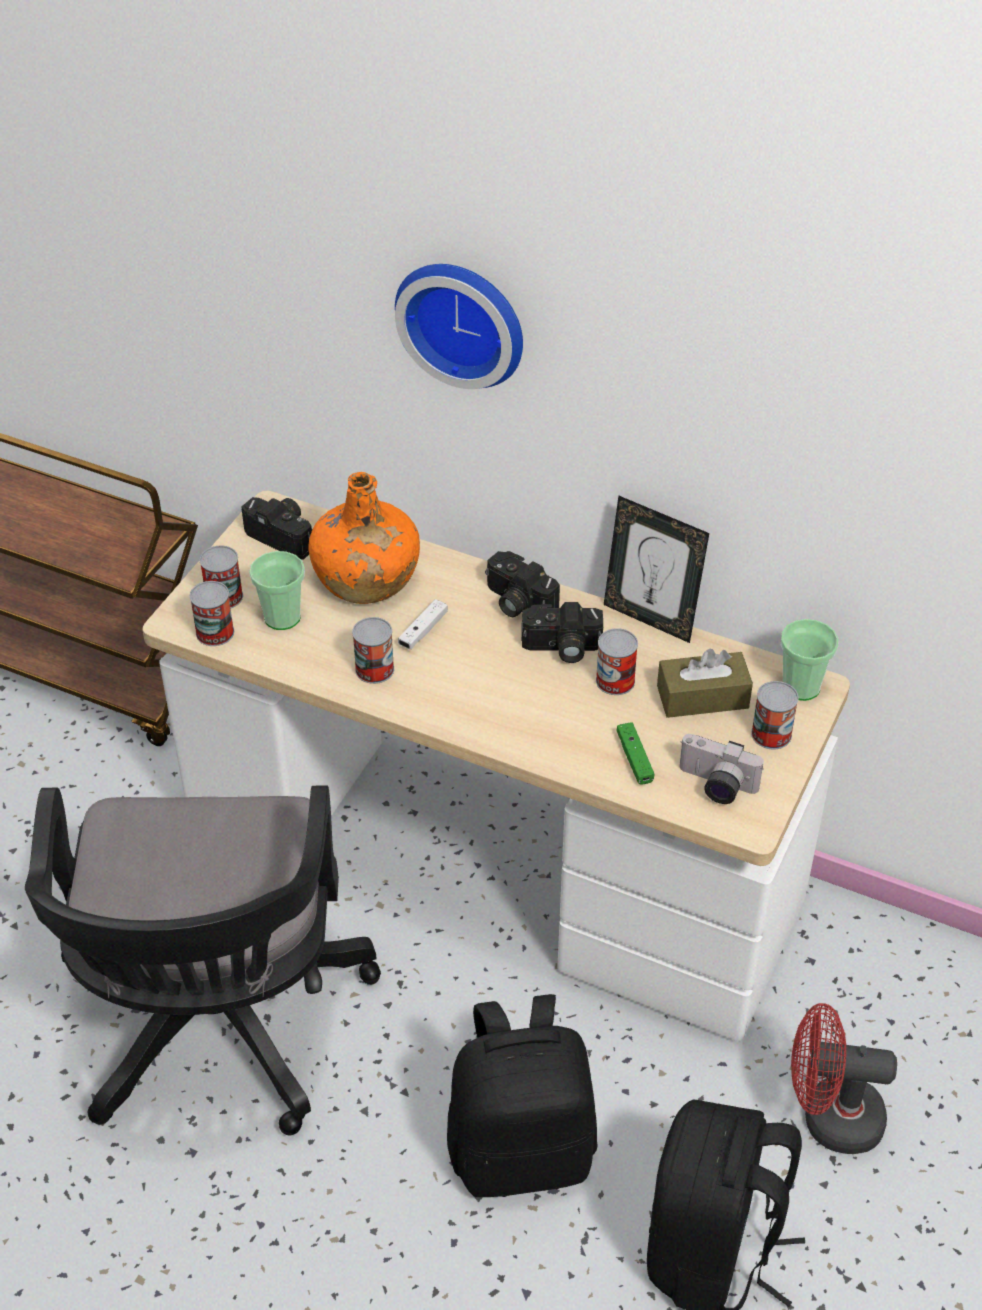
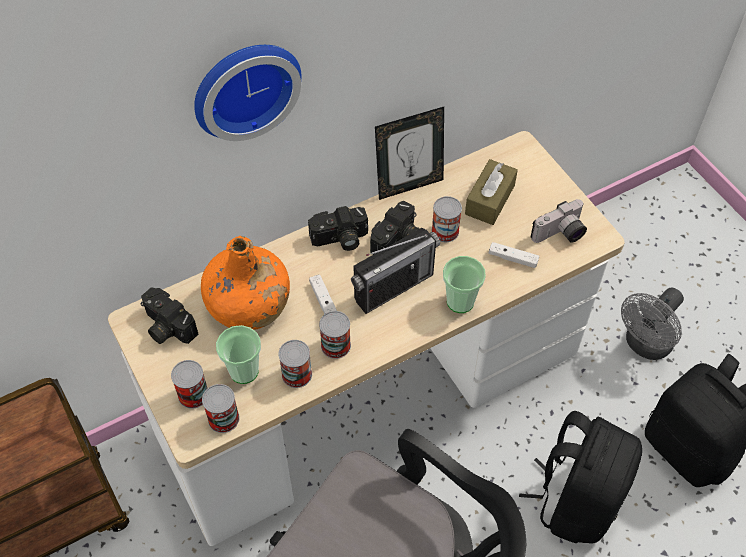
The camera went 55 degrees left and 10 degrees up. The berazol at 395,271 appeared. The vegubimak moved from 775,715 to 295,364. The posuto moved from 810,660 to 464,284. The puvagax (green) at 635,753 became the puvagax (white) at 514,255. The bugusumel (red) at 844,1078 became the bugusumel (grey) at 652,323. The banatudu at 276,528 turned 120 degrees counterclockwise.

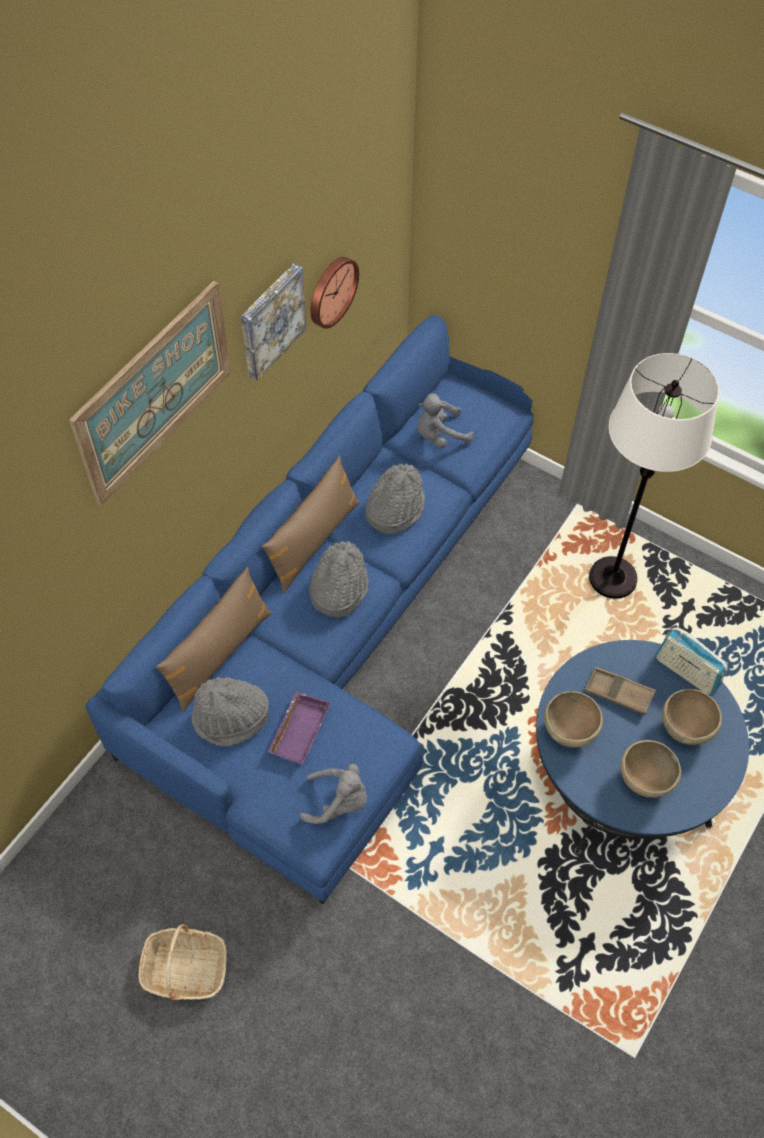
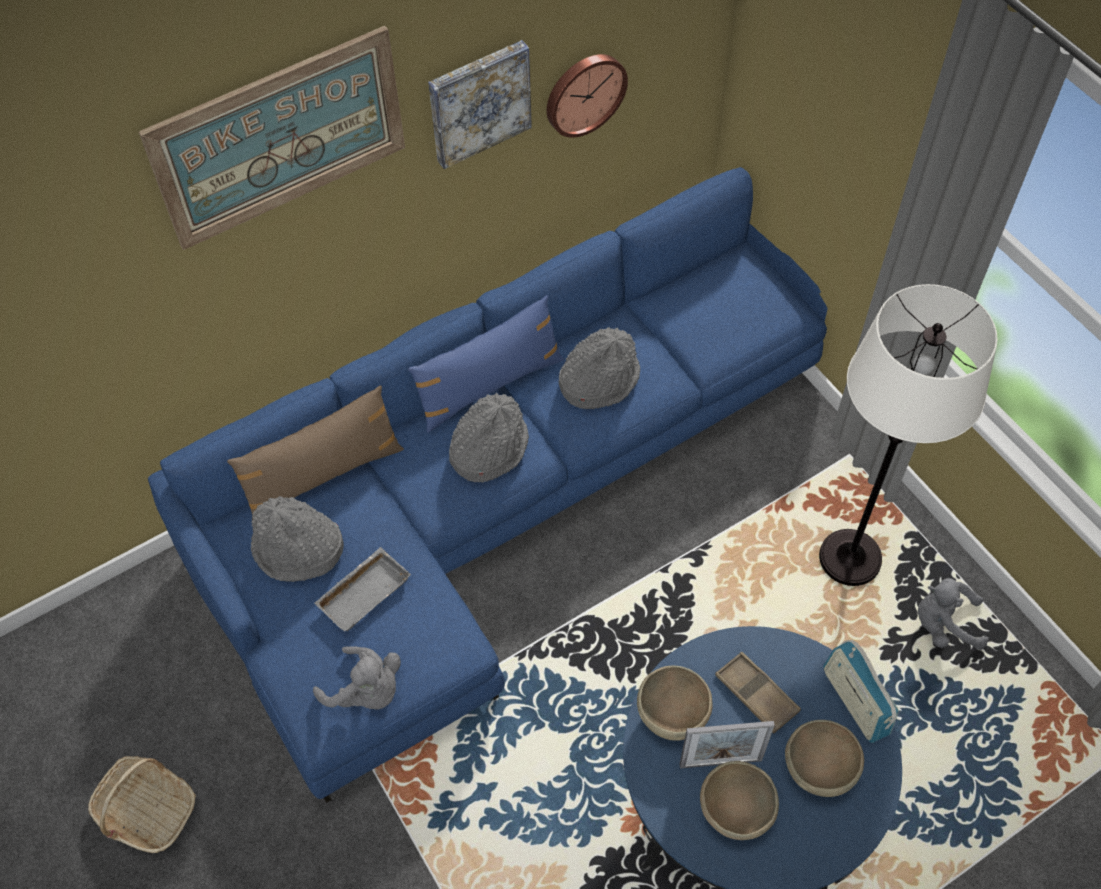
The camera went 25 degrees right and 0 degrees up. The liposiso at 727,745 appeared. The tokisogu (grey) moved from 445,421 to 953,614. The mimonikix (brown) at 311,524 became the mimonikix (blue) at 486,364. The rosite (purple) at 299,727 became the rosite (grey) at 362,589.

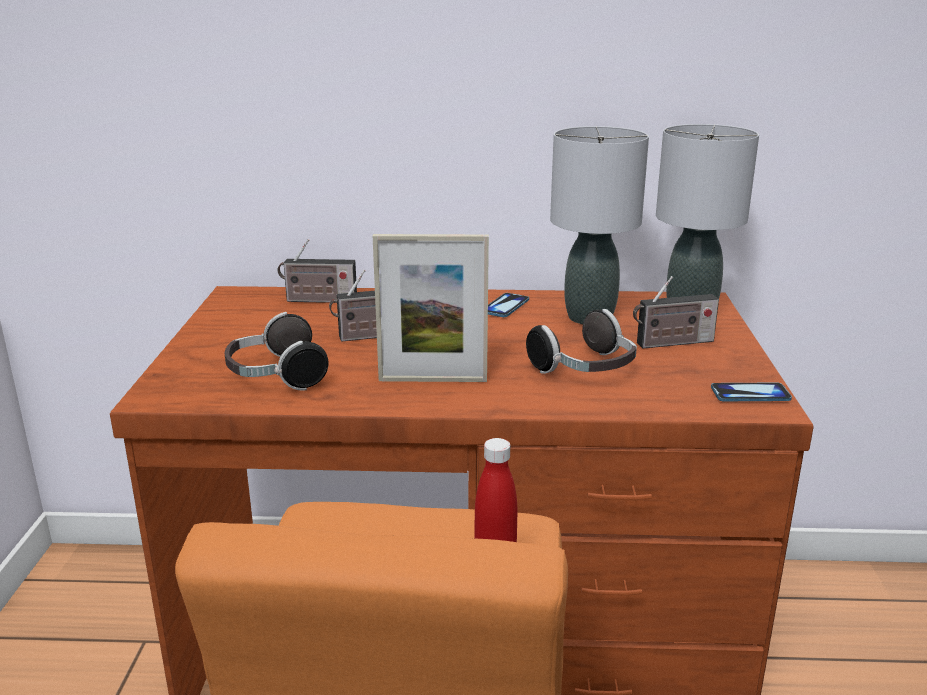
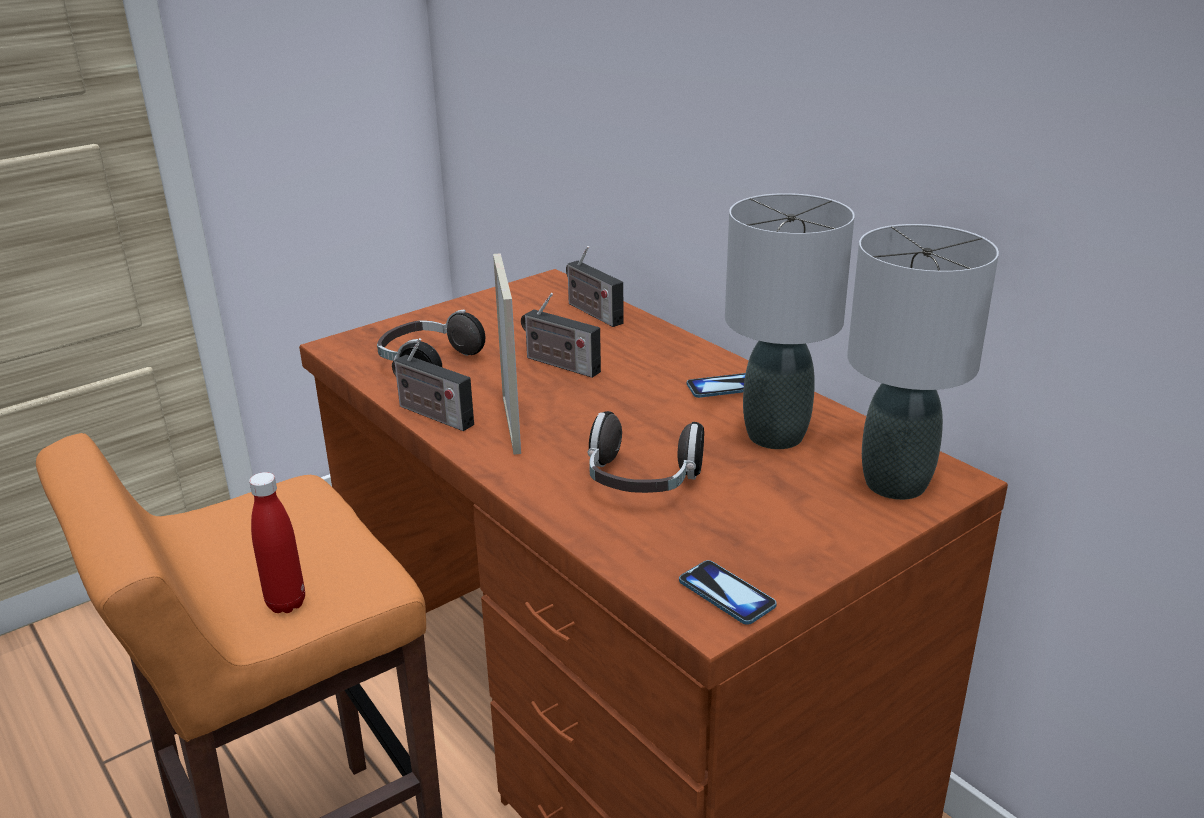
The camera went 50 degrees right and 5 degrees up. The berazol moved from 676,312 to 433,384. The liposiso at 431,308 turned 150 degrees counterclockwise.

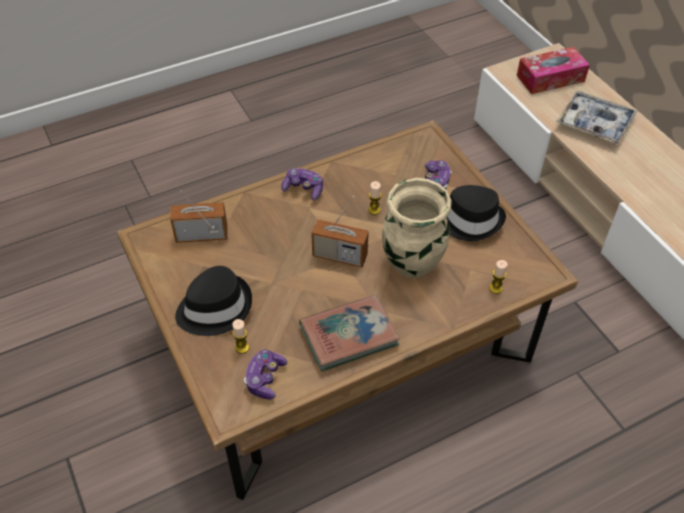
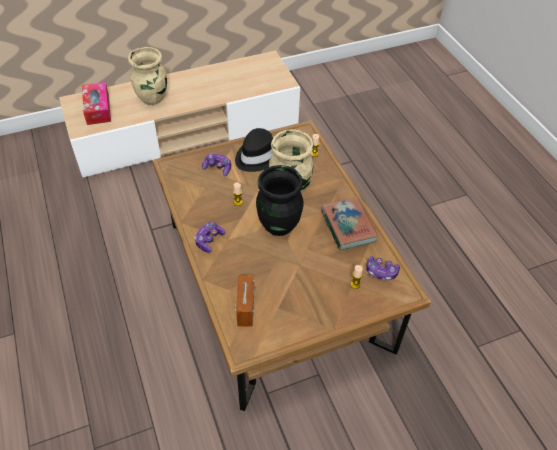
The camera went 85 degrees left and 0 degrees up. The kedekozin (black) at 213,301 disappeared. The berazol at 340,232 was replaced by the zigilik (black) at 280,200. The rosite at 596,118 was replaced by the zigilik (beige) at 147,76.

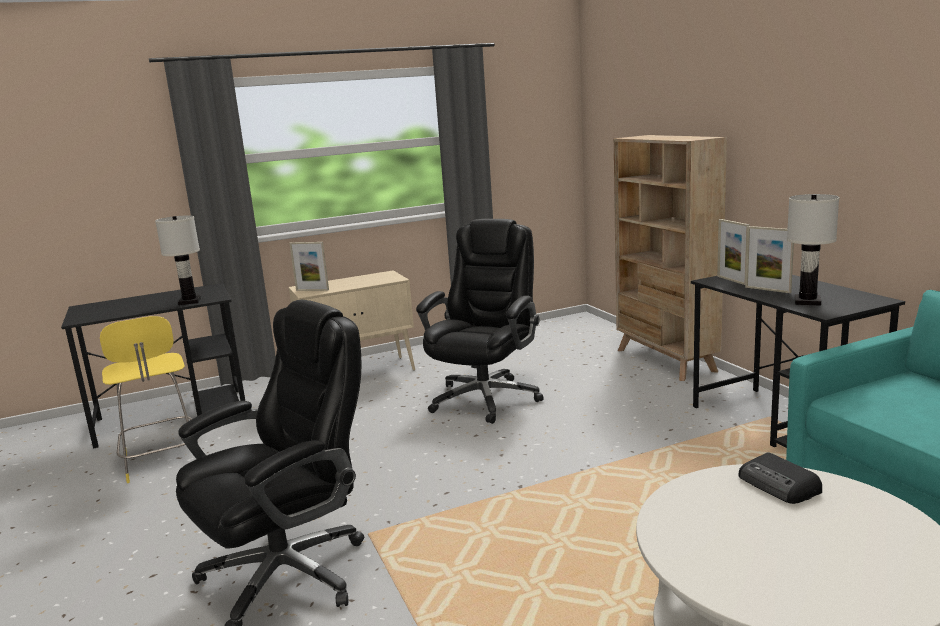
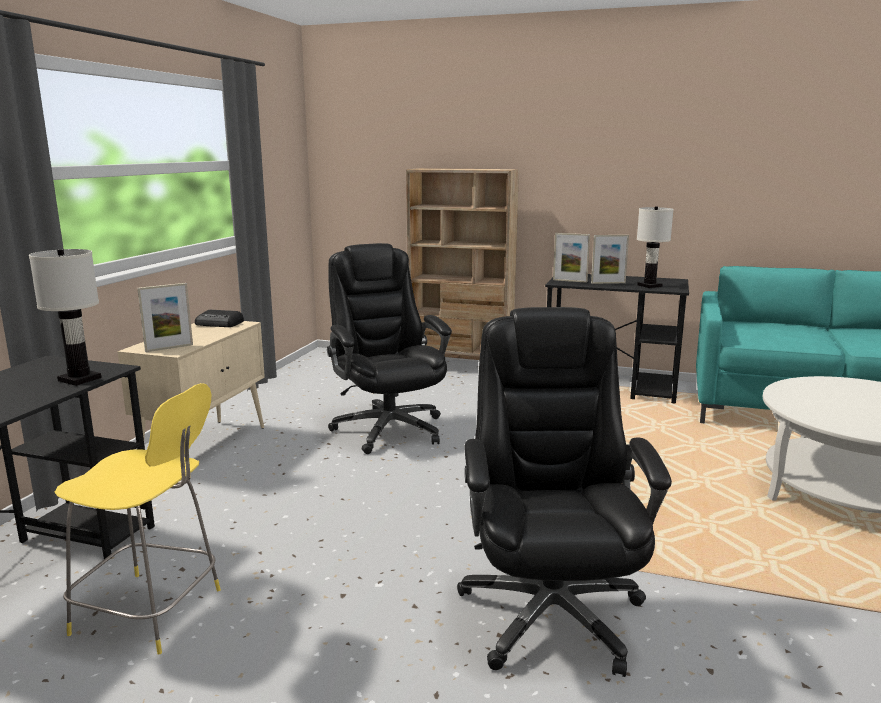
The camera went 50 degrees left and 0 degrees up. The berazol moved from 780,478 to 219,318.

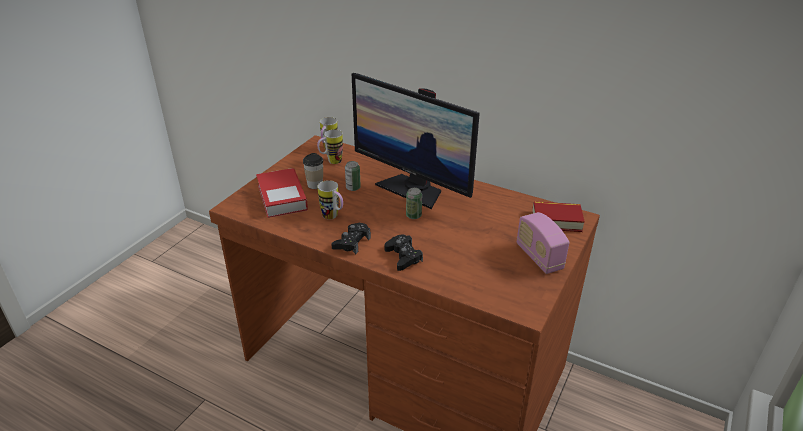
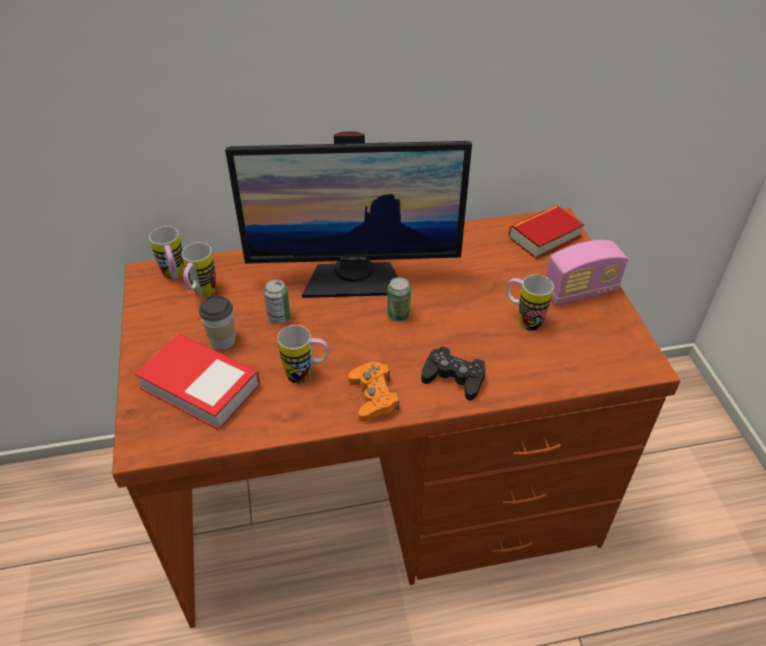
The camera went 40 degrees left and 10 degrees up. The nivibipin at 530,303 appeared. The puvagax (black) at 351,238 became the puvagax (orange) at 373,392. The berazol at 543,243 turned 45 degrees counterclockwise.

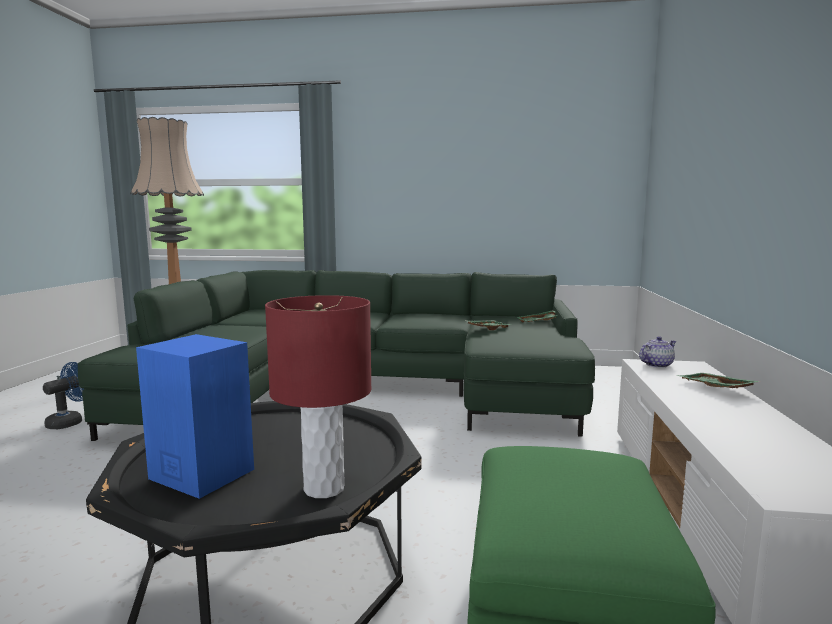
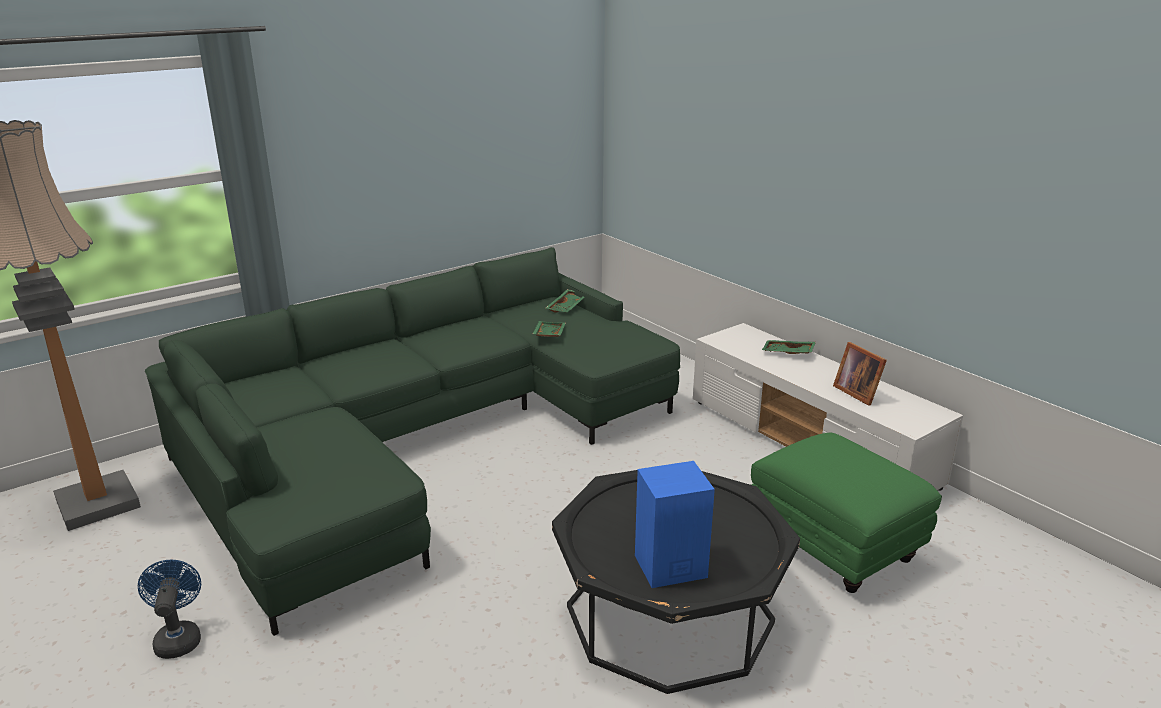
The camera went 45 degrees left and 15 degrees up. The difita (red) at 318,396 disappeared. The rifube at 658,352 disappeared. The liposiso at 860,373 appeared.

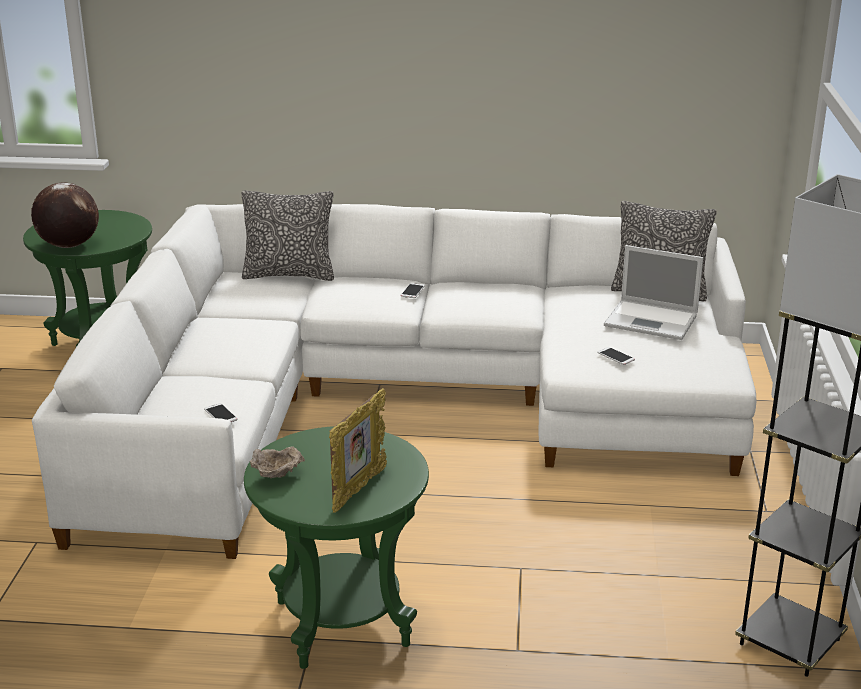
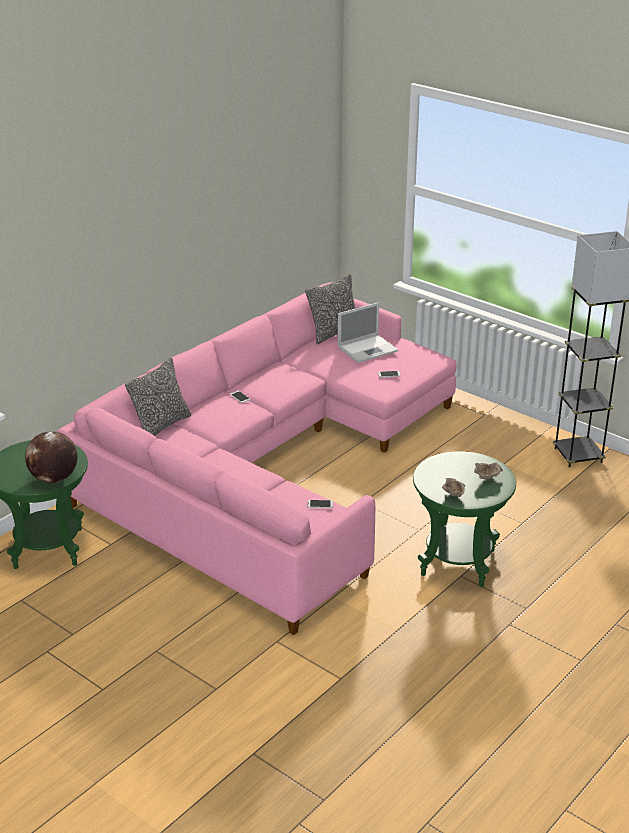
The camera went 55 degrees left and 5 degrees up. The liposiso at 358,450 was replaced by the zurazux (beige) at 488,471. The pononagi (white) at 394,381 became the pononagi (pink) at 256,458.

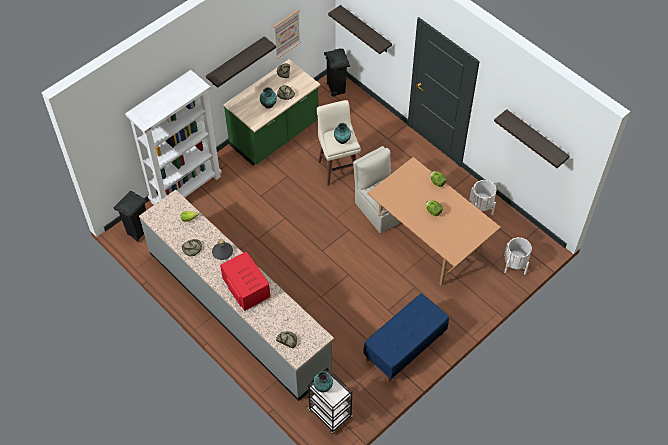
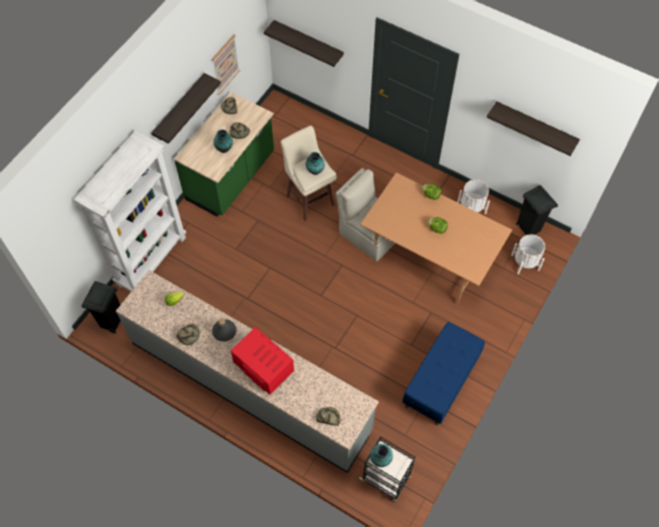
The camera went 15 degrees left and 5 degrees up. The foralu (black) moved from 337,72 to 537,210.

